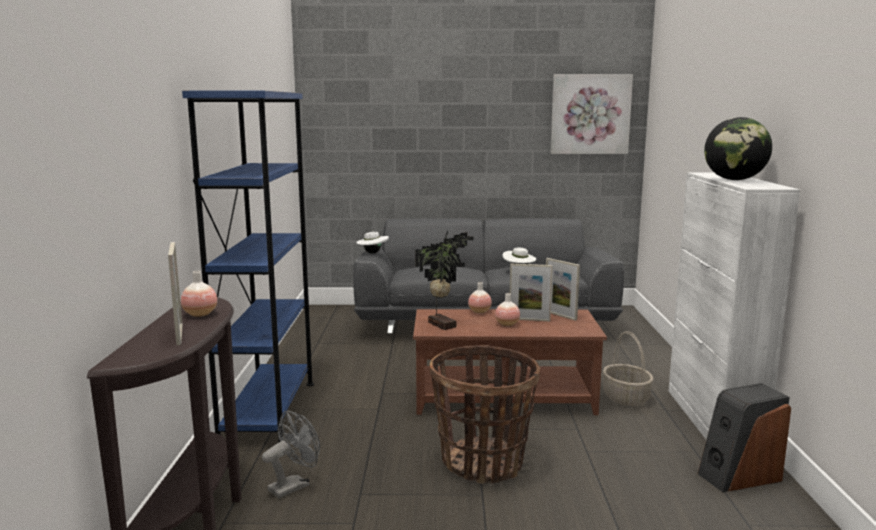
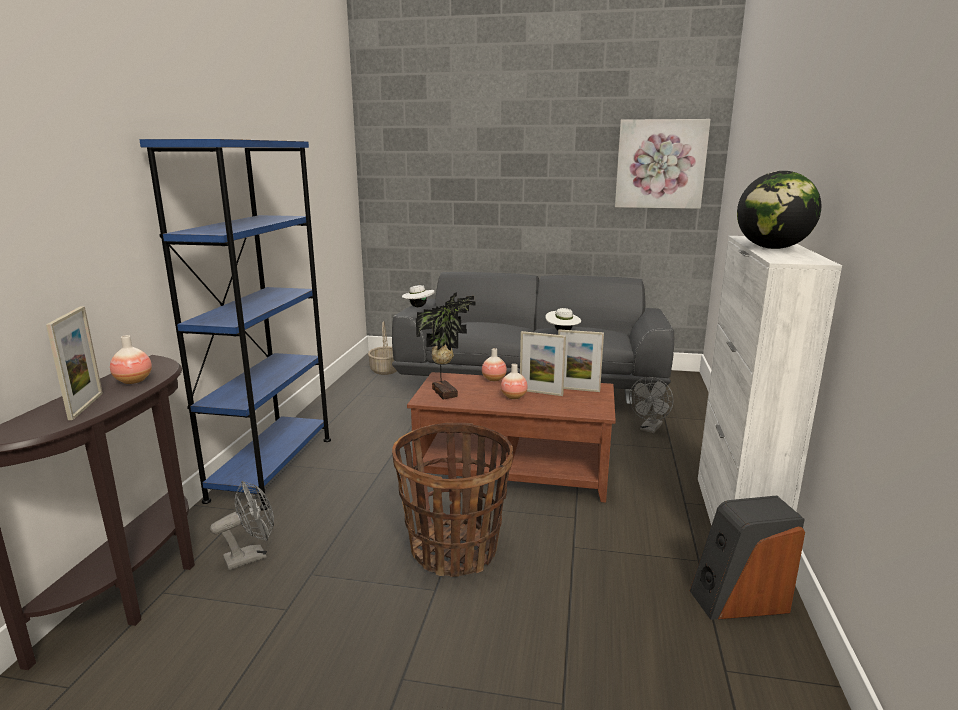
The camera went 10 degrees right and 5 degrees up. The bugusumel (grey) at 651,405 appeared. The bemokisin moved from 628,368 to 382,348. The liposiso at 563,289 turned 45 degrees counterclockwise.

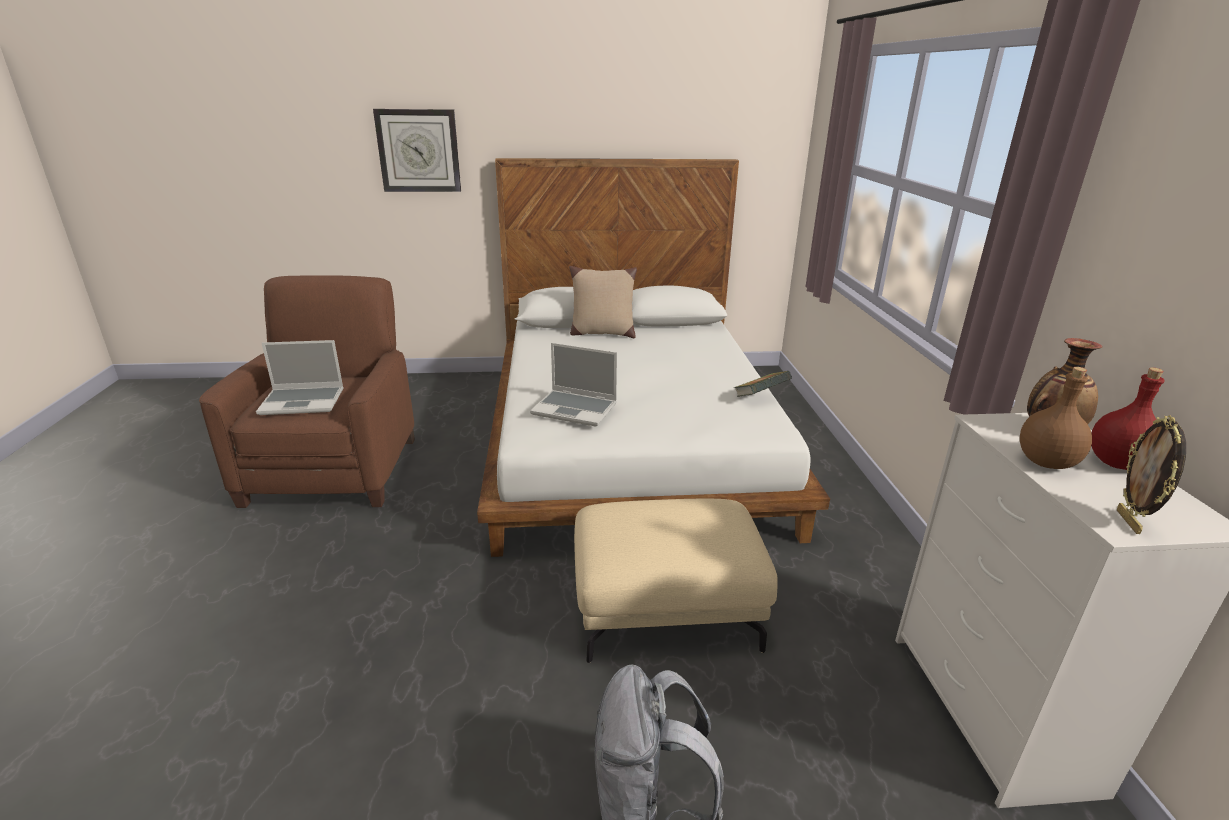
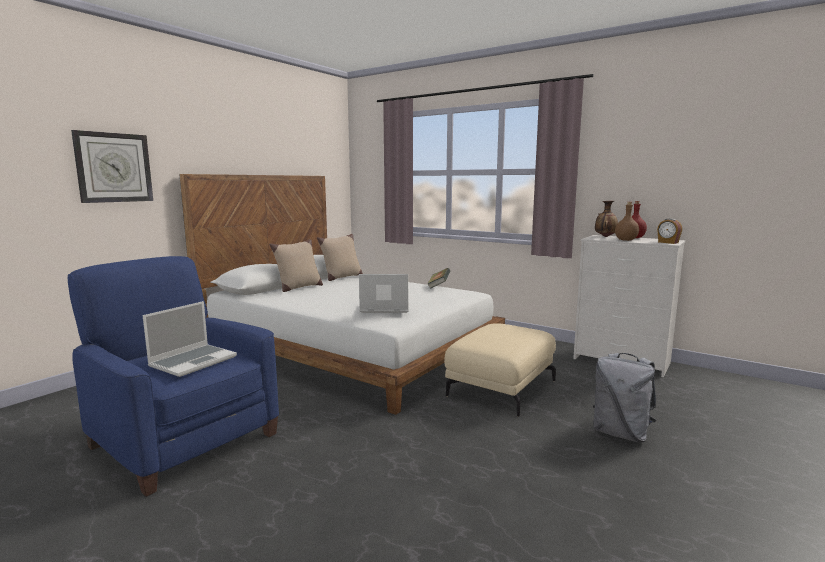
The camera went 50 degrees left and 15 degrees down. The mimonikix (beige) at 340,257 appeared. The liposiso at 1151,474 was replaced by the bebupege at 669,231. The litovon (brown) at 307,391 became the litovon (blue) at 173,376. The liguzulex at 573,385 turned 150 degrees counterclockwise.

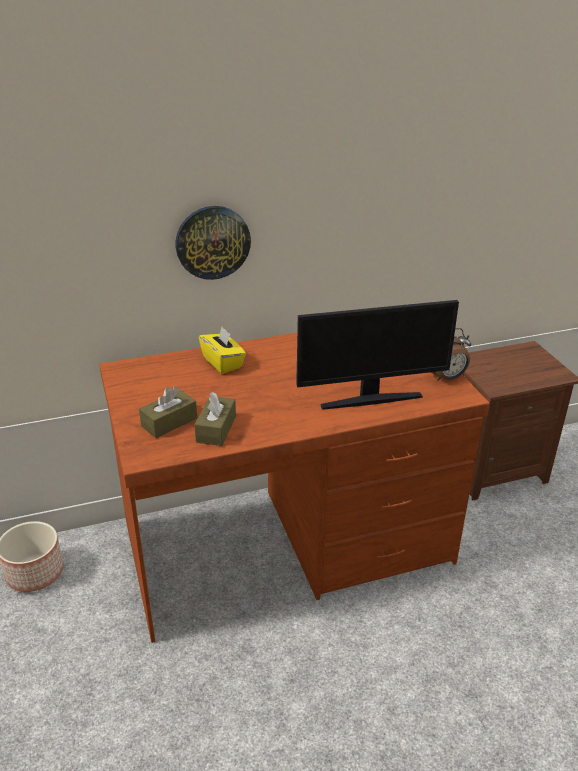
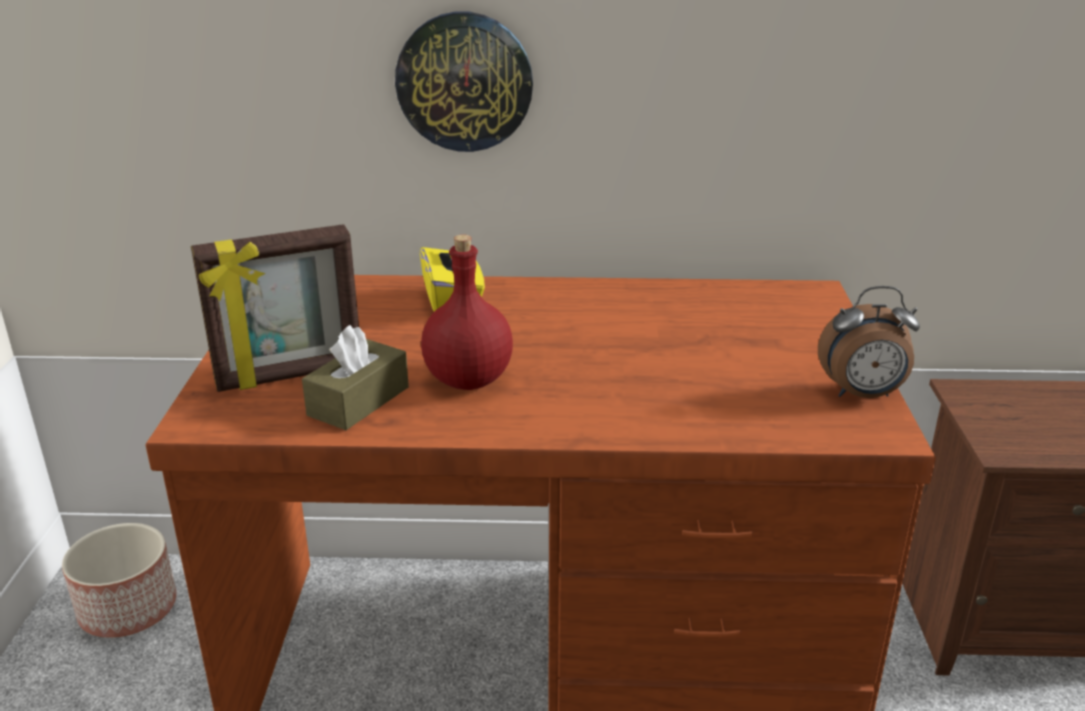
The camera went 20 degrees right and 5 degrees down. The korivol at 377,355 disappeared. The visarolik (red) at 467,312 appeared. The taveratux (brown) at 168,412 was replaced by the liposiso at 275,308.

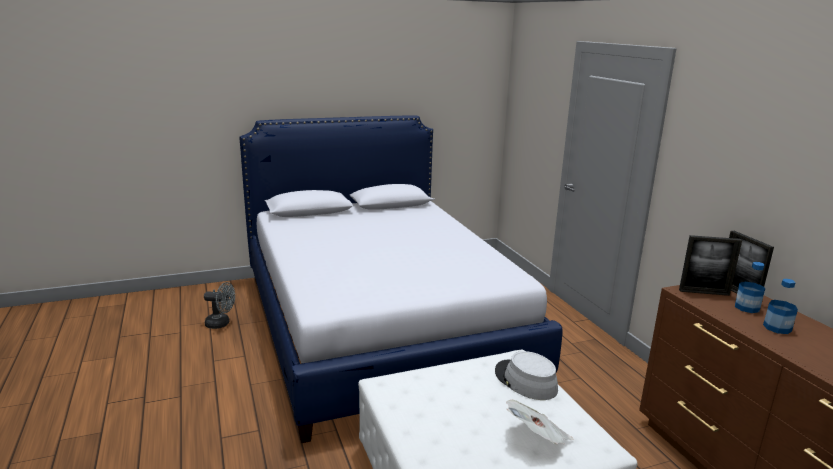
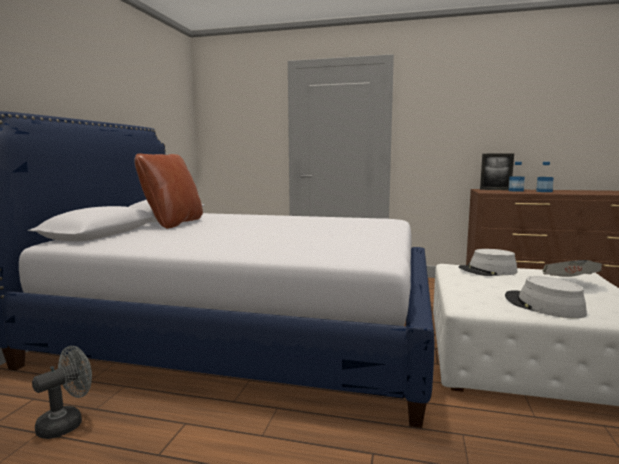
The camera went 55 degrees left and 10 degrees down. The liposiso at 710,265 disappeared. The mimonikix (brown) at 168,191 appeared. The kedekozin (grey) at 546,297 appeared.

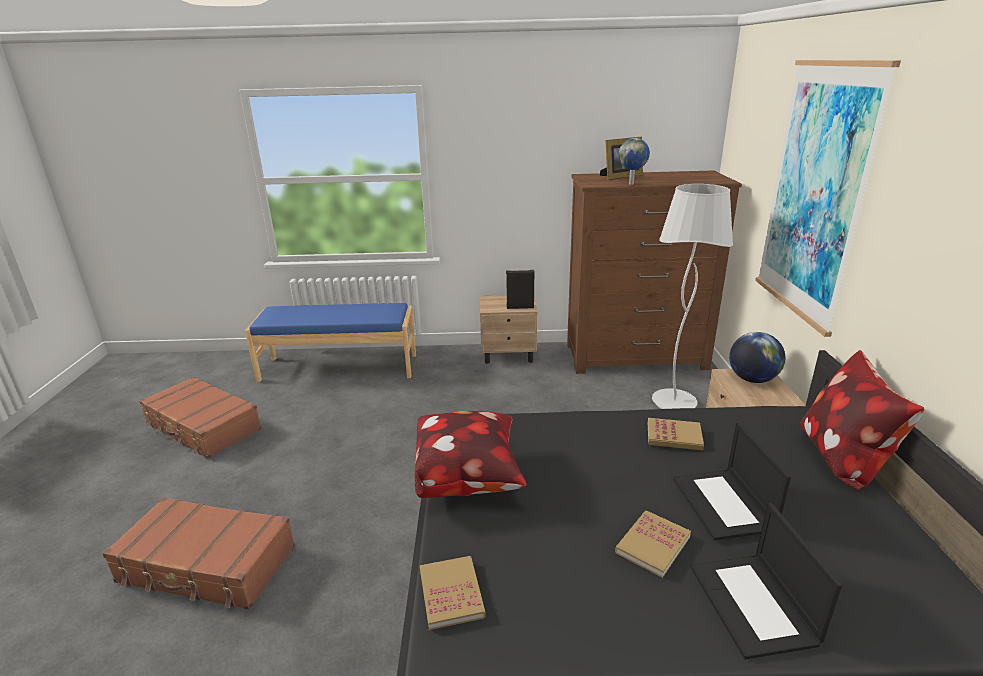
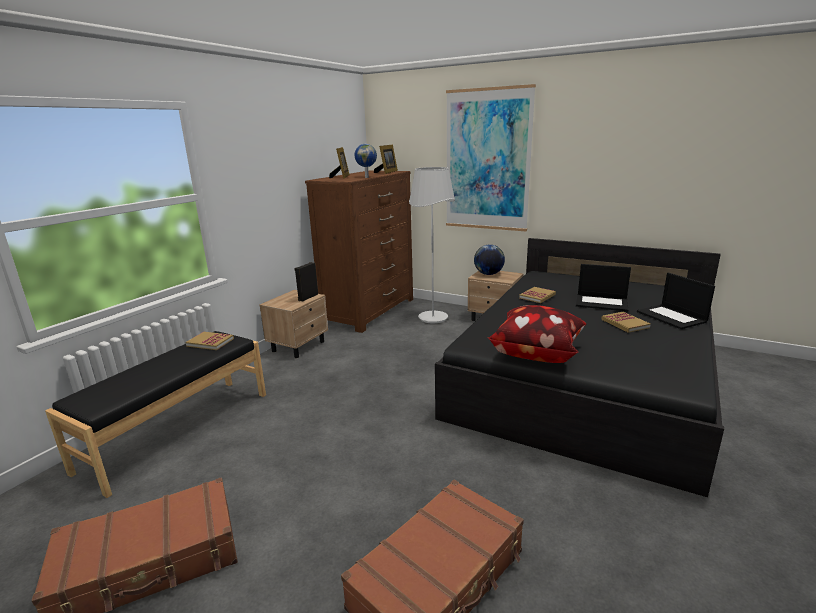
The camera went 60 degrees left and 5 degrees down. The mimonikix at 862,420 disappeared. The liposiso at 386,159 appeared. The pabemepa moved from 453,593 to 210,341. The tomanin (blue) at 330,342 became the tomanin (black) at 155,414. The liguzulex at 766,581 turned 45 degrees clockwise.

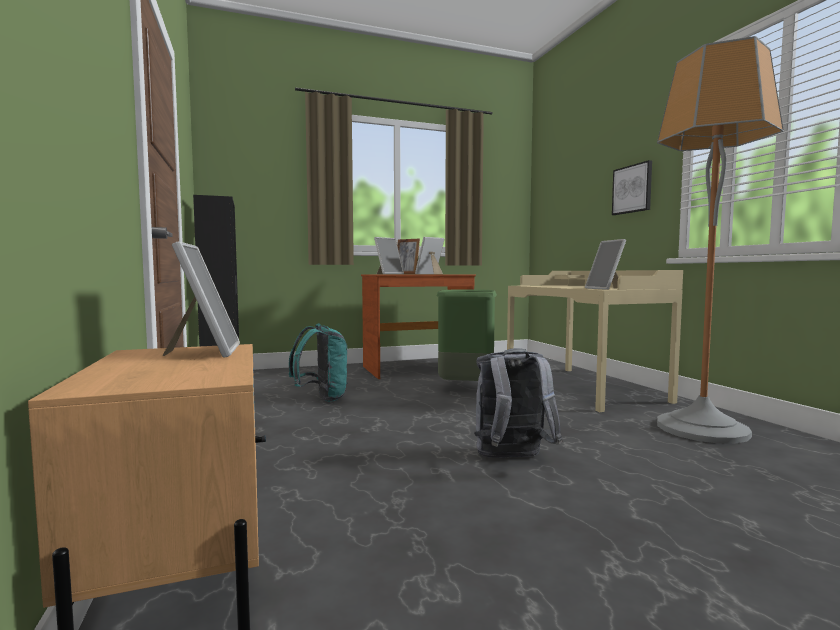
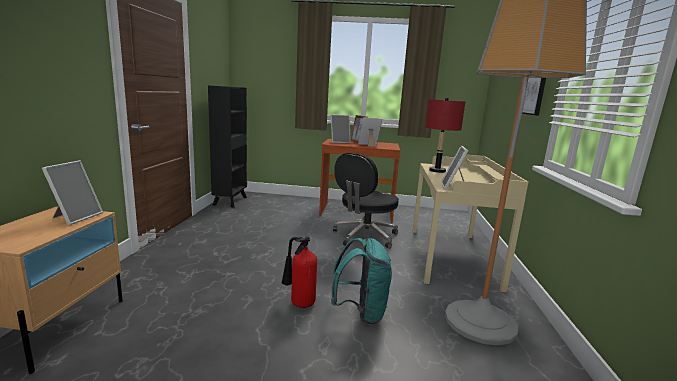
The camera went 25 degrees right and 10 degrees up. The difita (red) at 445,135 appeared. The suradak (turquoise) moved from 318,362 to 361,281. The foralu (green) at 467,335 was replaced by the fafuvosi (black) at 366,201. The suradak (grey) at 518,403 was replaced by the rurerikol at 299,272.

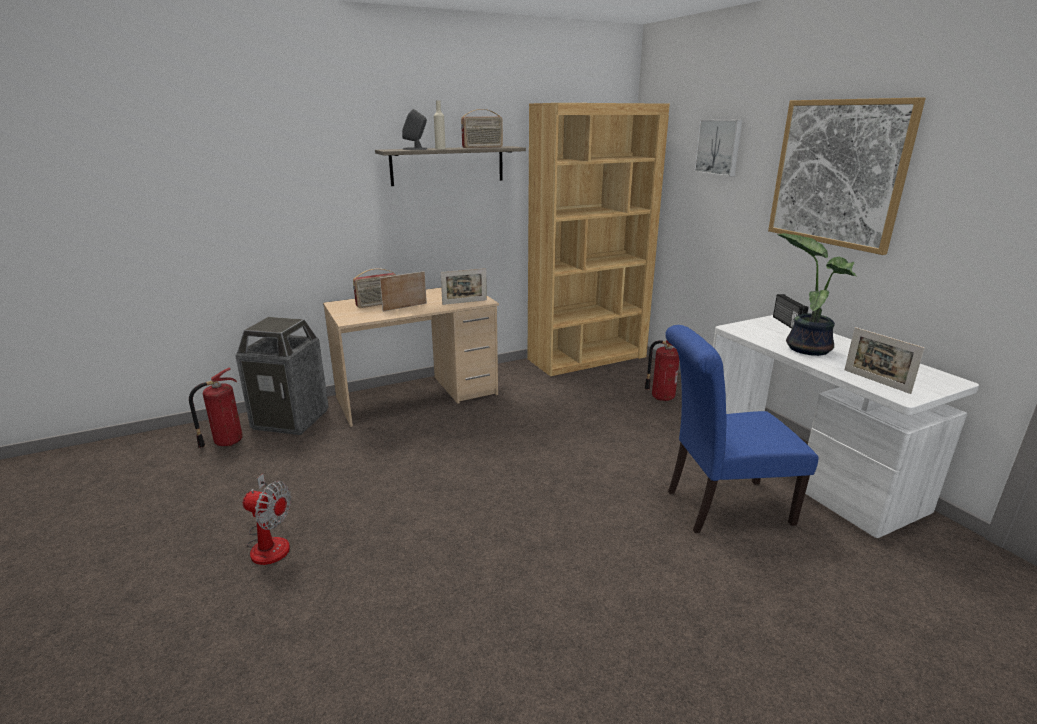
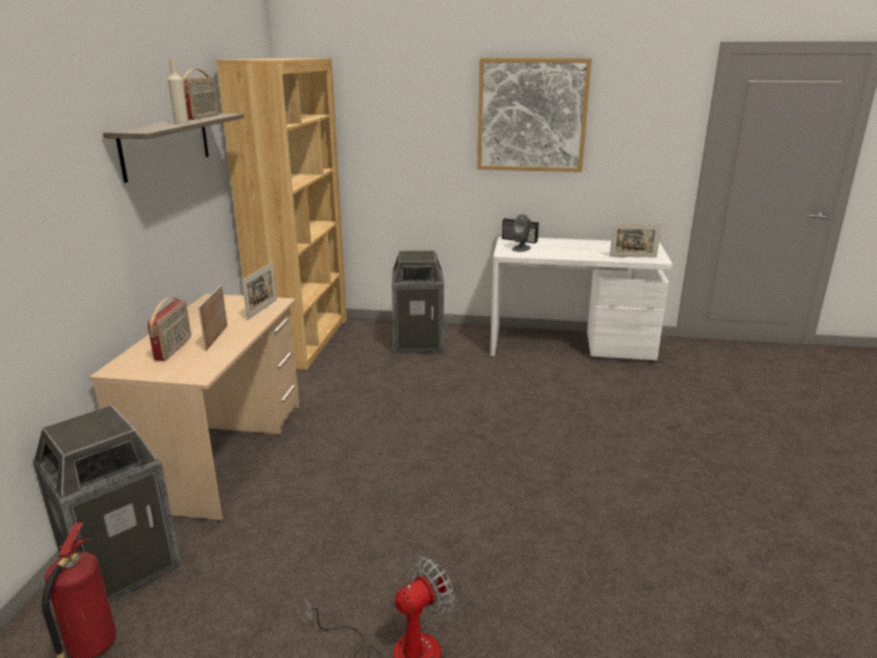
The camera went 55 degrees left and 0 degrees up. The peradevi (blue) at 741,429 disappeared. The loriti at 718,147 disappeared. The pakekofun at 816,294 disappeared. The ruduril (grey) moved from 414,129 to 521,233. The rurerikol at 662,370 was replaced by the foralu at 418,301.

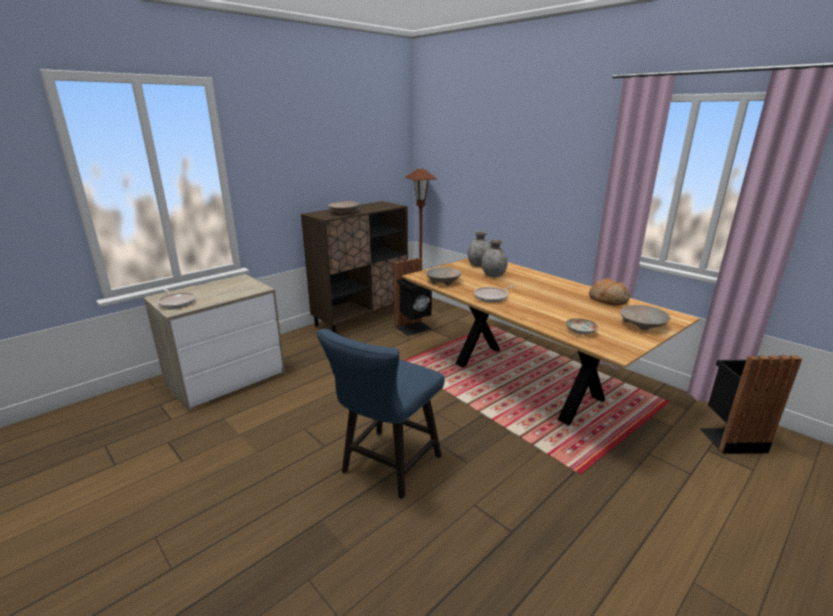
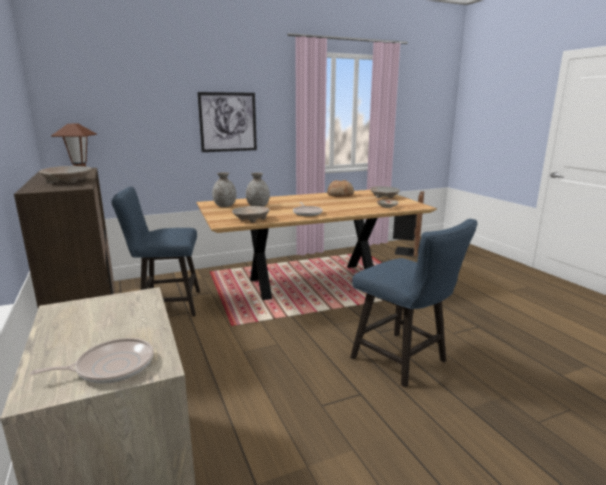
The camera went 70 degrees left and 5 degrees down. The loriti at 227,122 appeared. The foralu (black) at 413,297 was replaced by the peradevi (blue) at 155,251.

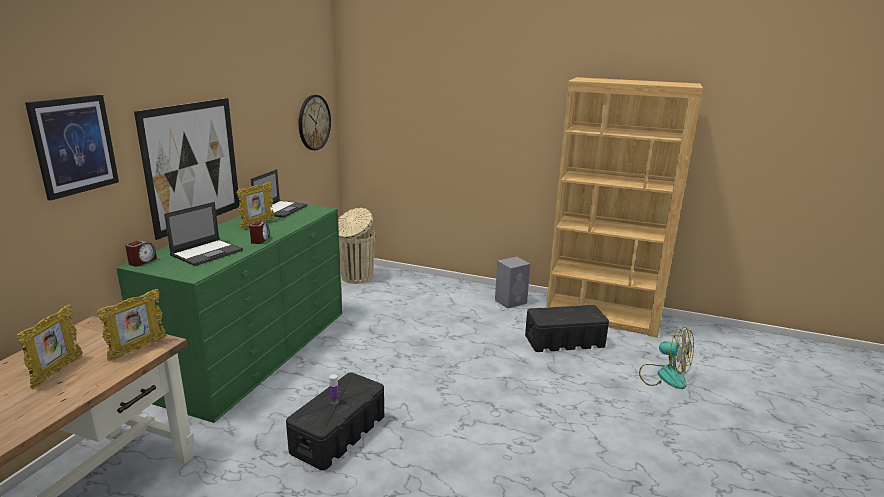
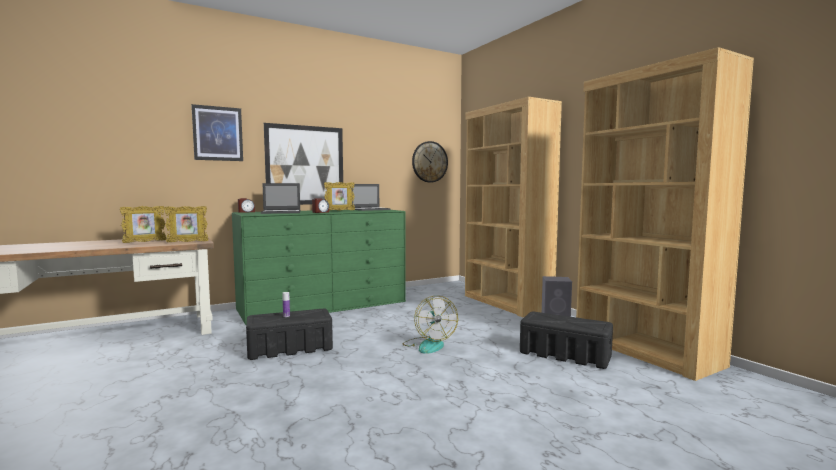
The camera went 40 degrees right and 15 degrees down. The foralu (beige) at 356,246 disappeared. The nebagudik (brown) at 513,207 appeared. The bugusumel moved from 666,358 to 430,325.

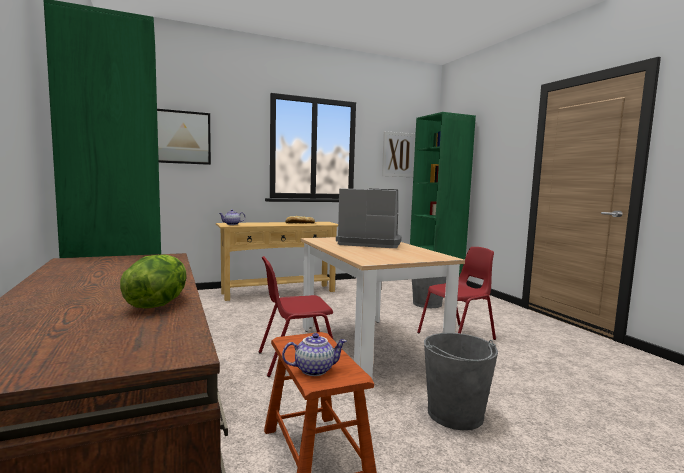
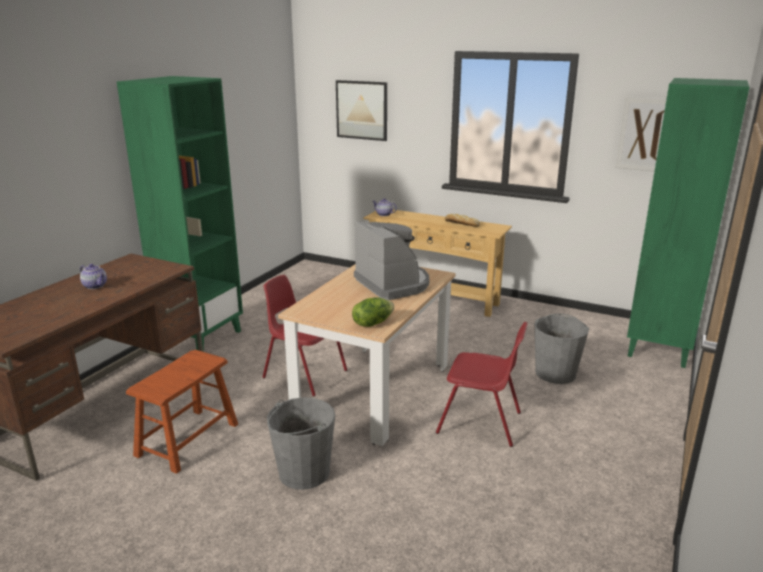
The camera went 50 degrees right and 15 degrees up. The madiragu moved from 153,281 to 373,312. The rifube moved from 314,354 to 93,276.

